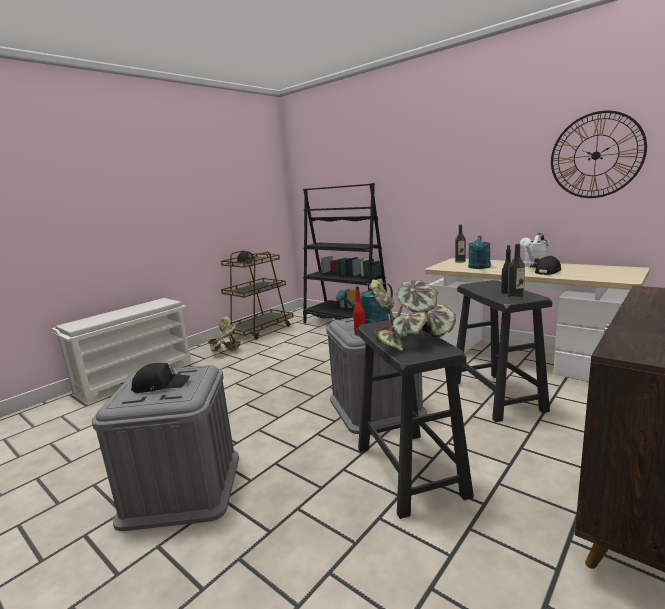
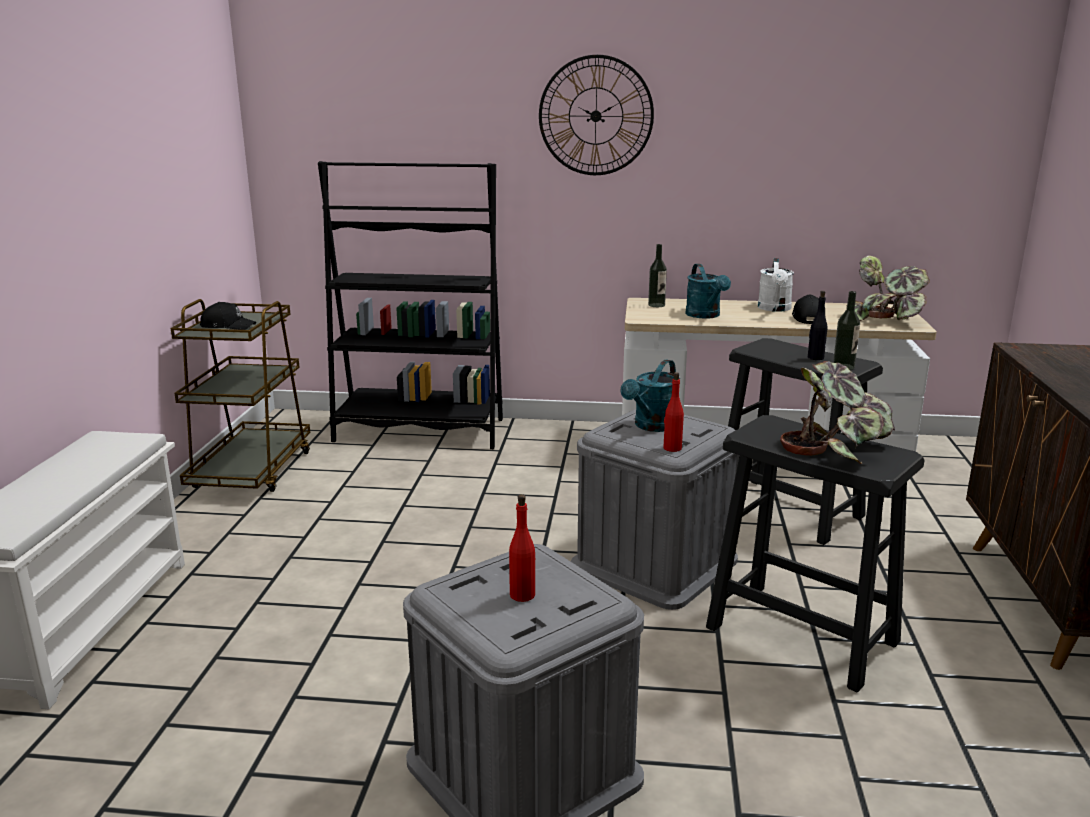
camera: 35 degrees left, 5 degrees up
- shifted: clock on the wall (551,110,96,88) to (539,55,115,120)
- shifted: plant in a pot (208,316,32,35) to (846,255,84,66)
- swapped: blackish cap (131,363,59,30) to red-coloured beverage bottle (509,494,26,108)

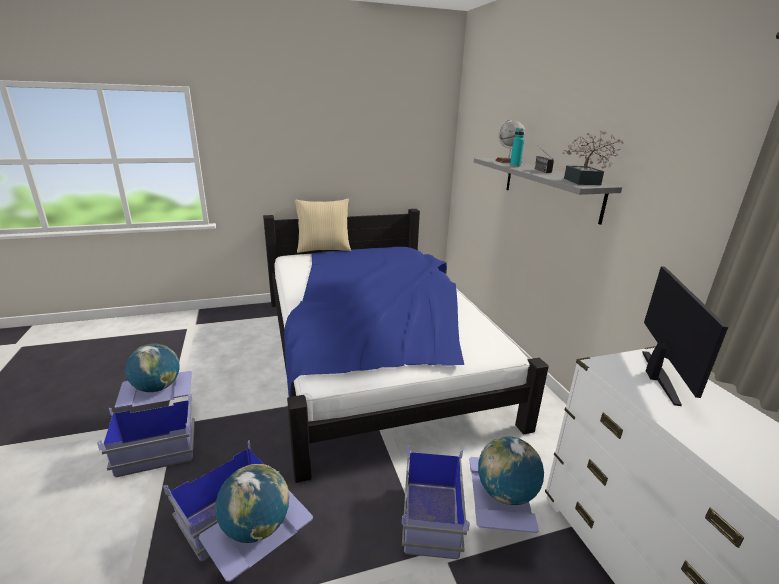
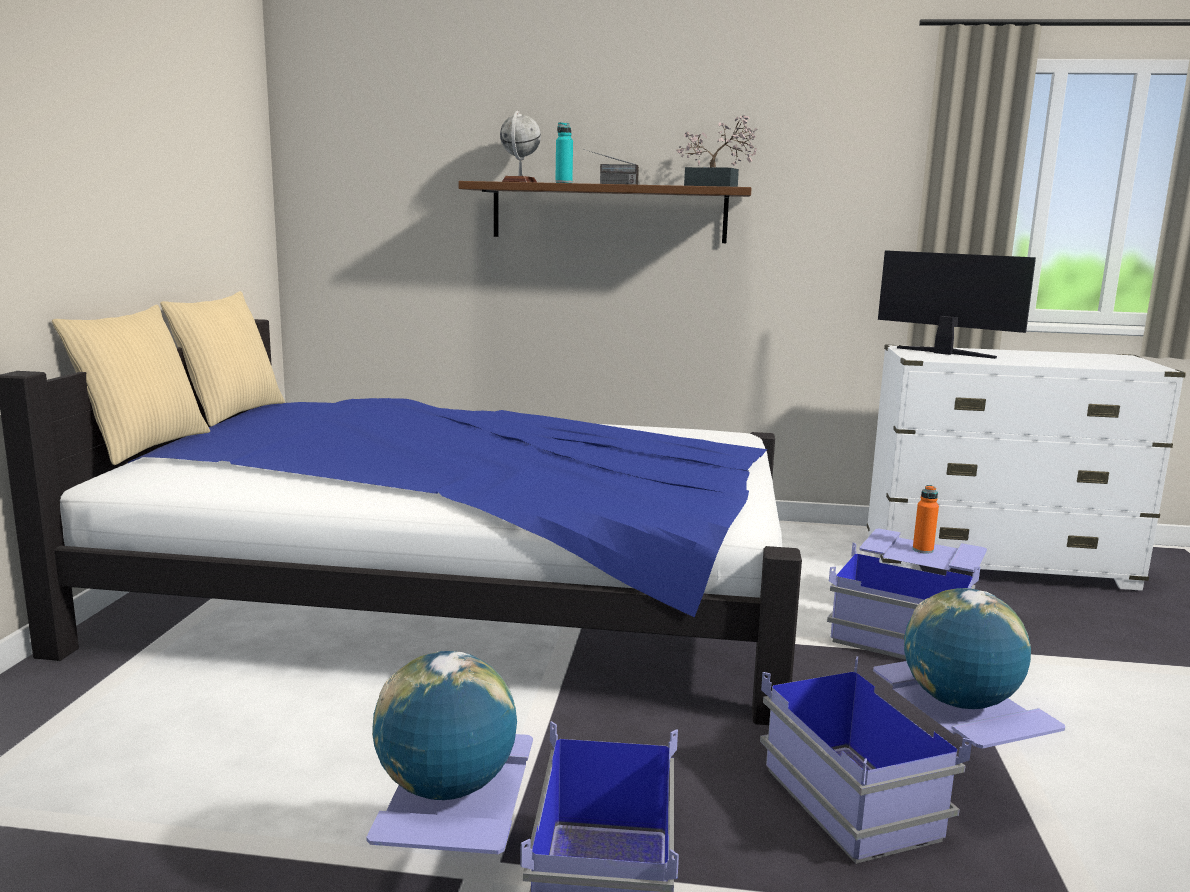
camera: 65 degrees left, 10 degrees down
- repainted: grey shelf (474,158,148,67) to brown-coloured shelf (458,181,294,62)
- swapped: globe (478,436,66,69) to orangey beverage bottle (913,485,26,69)
- new: sand-coloured pillow (160,291,125,136)

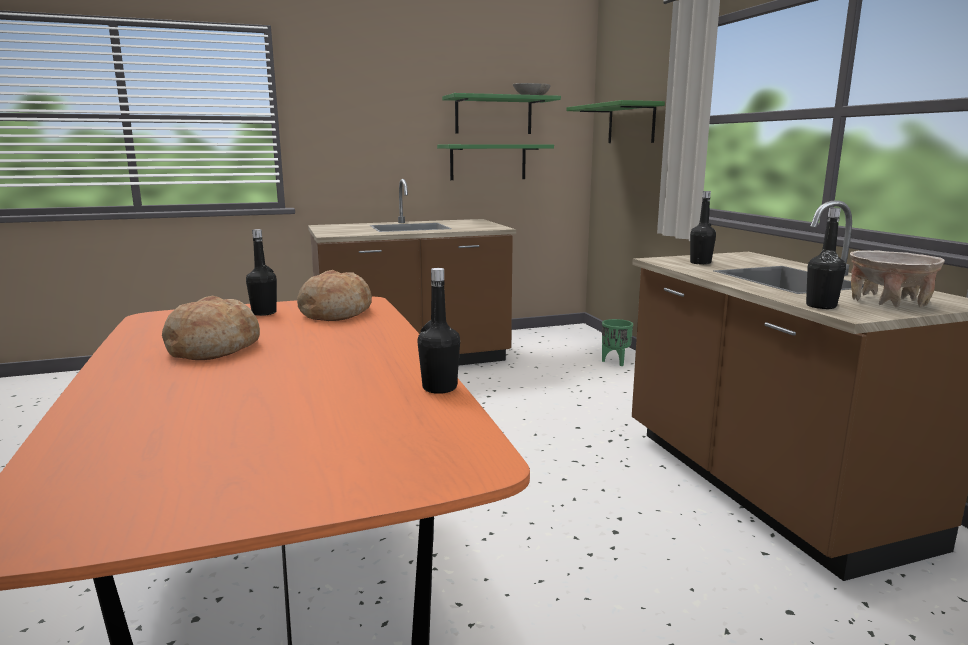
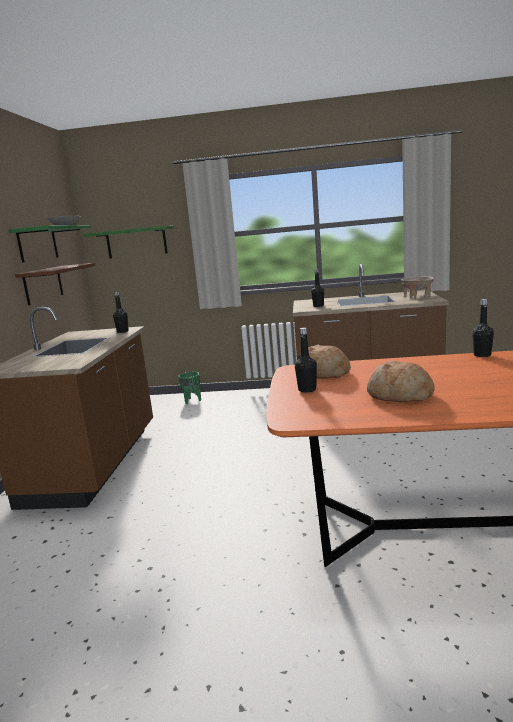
camera: 65 degrees left, 0 degrees up
- repainted: green shelf (437,144,117,36) to brown-coloured shelf (15,263,80,42)
- shifted: blackish beverage bottle (806,208,40,101) to (113,291,16,42)

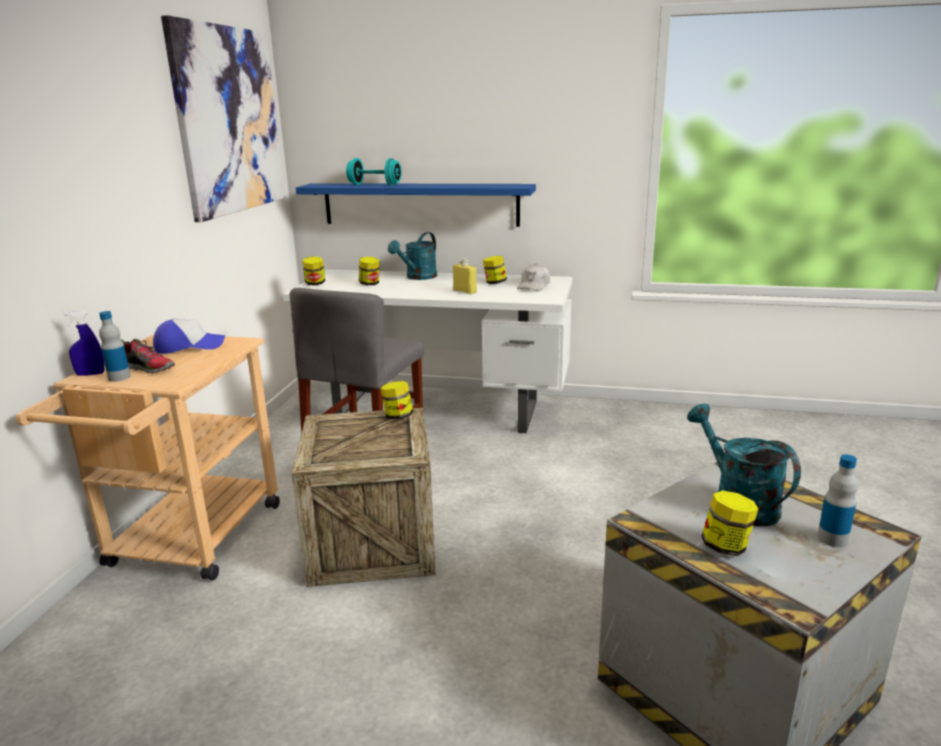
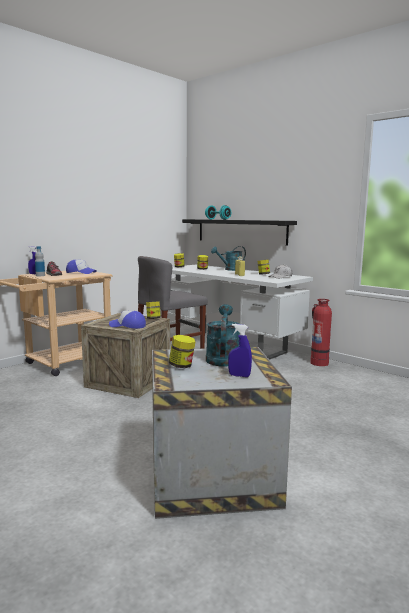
camera: 30 degrees right, 10 degrees down
- gone: wall art (161,15,124,207)
- repainted: blue-coloured shelf (296,183,240,44) to blackish shelf (182,219,115,27)
- swapped: beverage bottle (817,454,41,93) to blue-coloured hand sprayer (228,324,24,53)
- new: fire-fighting cylinder (310,299,22,67)
- new: cap (109,311,37,18)

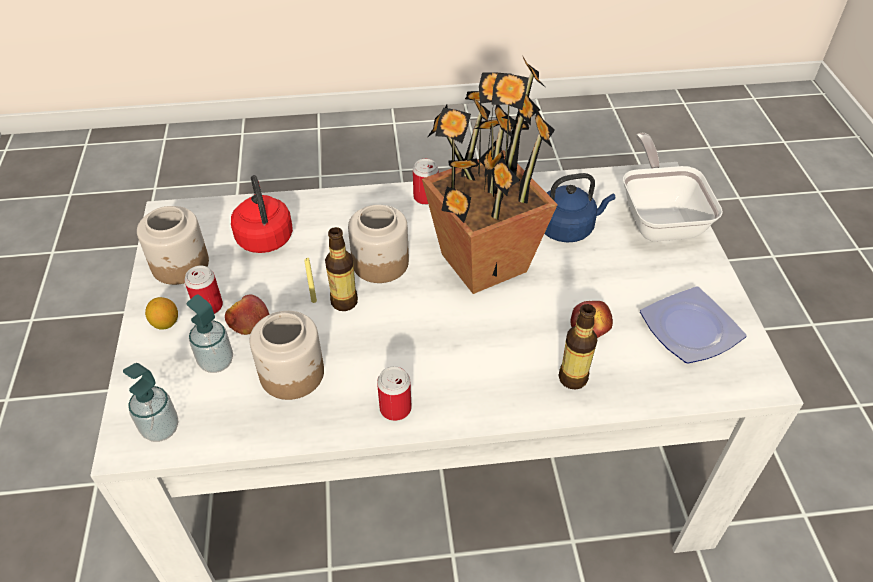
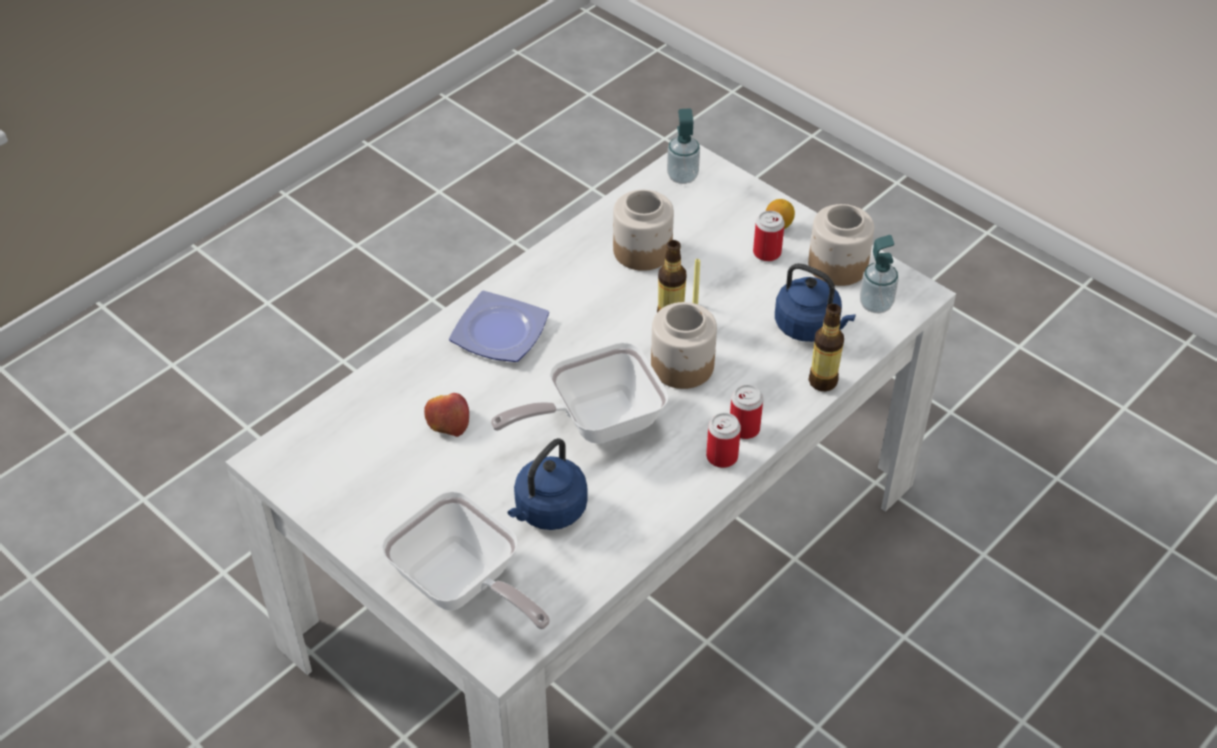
camera: 140 degrees right, 0 degrees up
- swapped: plant in a pot (422,57,136,237) to pan (491,342,178,102)
- repainted: red-coloured kettle (231,175,62,78) to blue-coloured kettle (775,263,81,79)
- shifted: plate (640,286,106,77) to (449,290,100,72)
- shifted: soap bottle (187,294,46,79) to (860,235,38,78)
- gone: apple (225,294,44,41)
- shifted: beverage bottle (558,304,39,86) to (809,304,35,87)
- shifted: can (377,366,35,55) to (730,384,33,55)

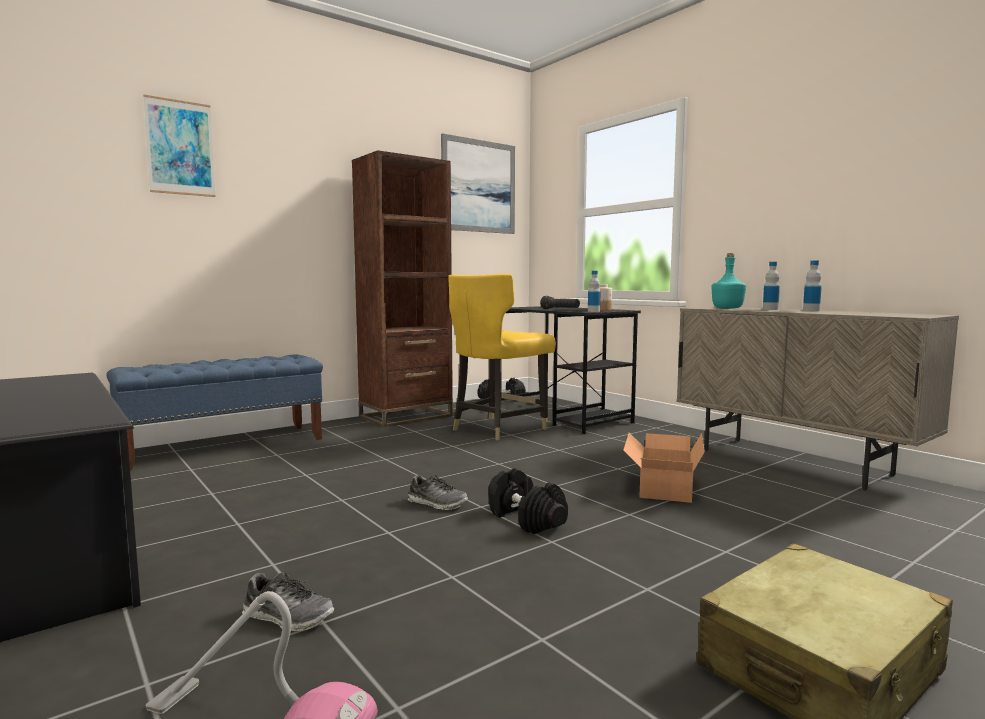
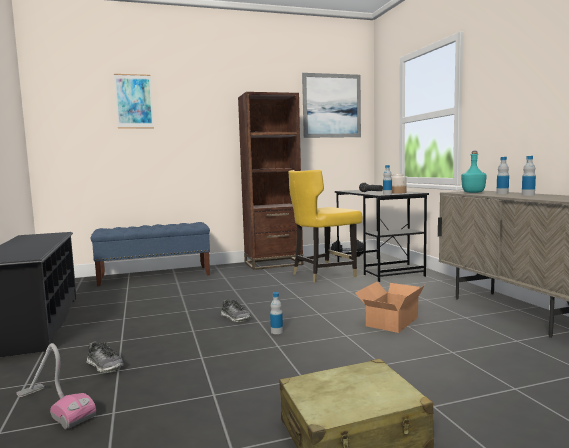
camera: 20 degrees right, 0 degrees up
- swapped: blackish free weight (488,468,80,66) to beverage bottle (270,292,13,42)

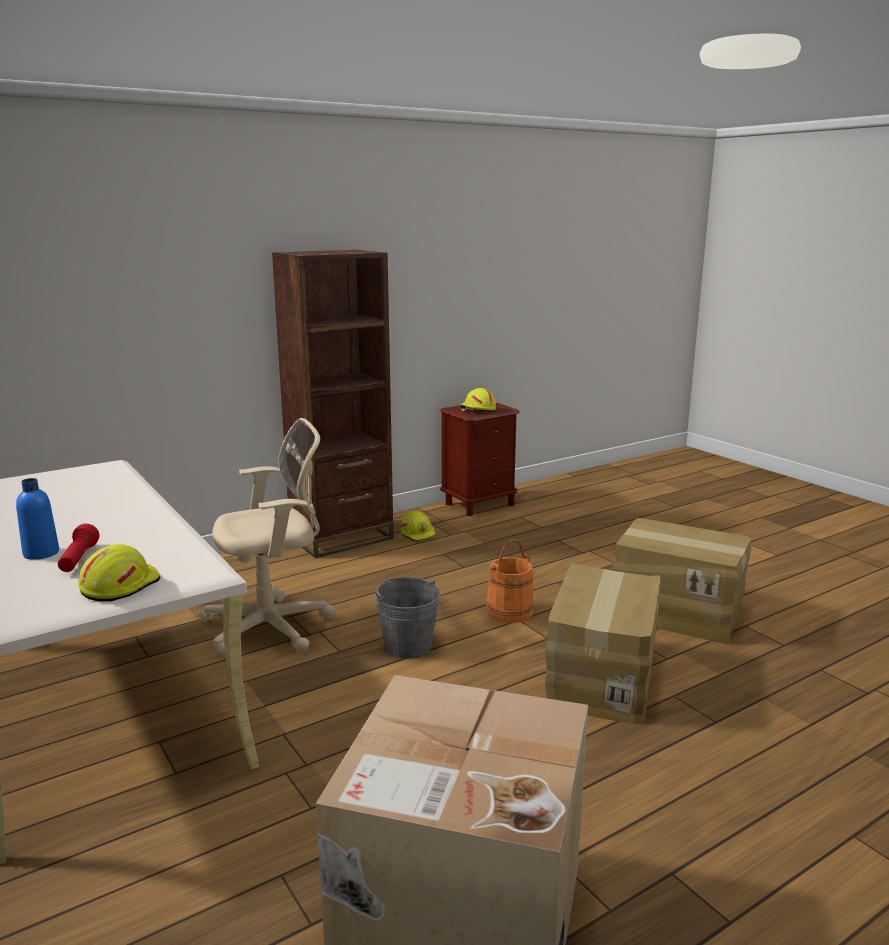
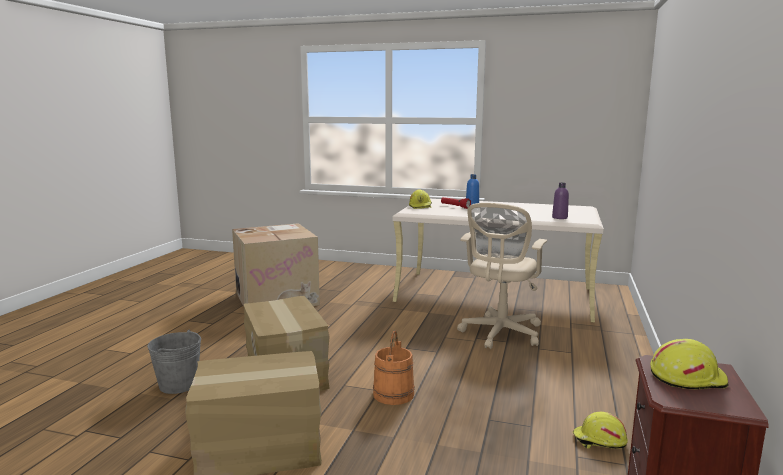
camera: 140 degrees right, 5 degrees down
- gone: brown-coloured bookshelf (272,250,122,308)
- shifted: grey water bucket (375,577,65,82) to (147,329,54,65)
- new: purple-coloured beverage bottle (552,183,17,36)

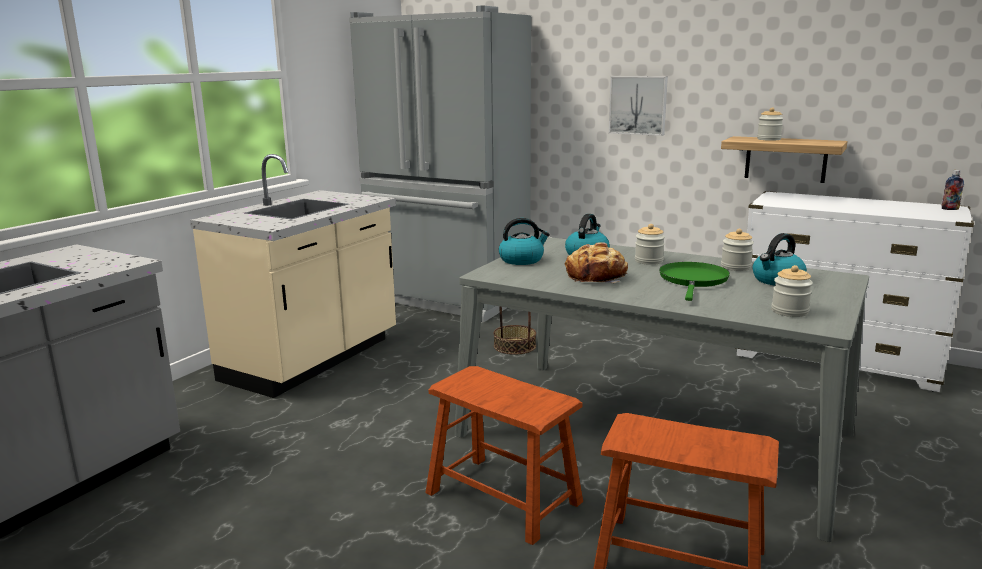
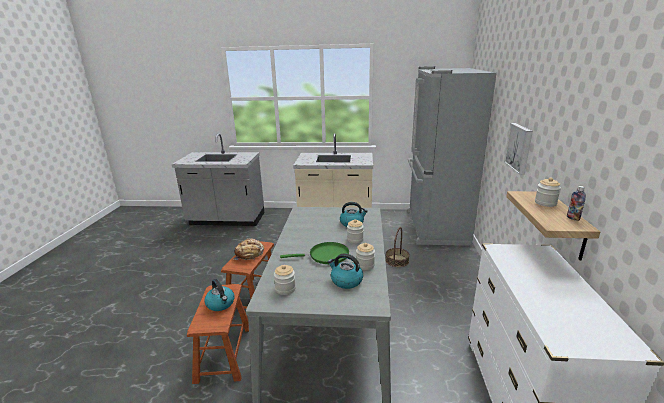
camera: 65 degrees right, 5 degrees up
- shifted: beverage bottle (942,170,22,40) to (567,186,19,35)
- shifted: kettle (499,218,51,47) to (204,279,30,32)
- shifted: bread (565,242,63,41) to (233,238,31,22)

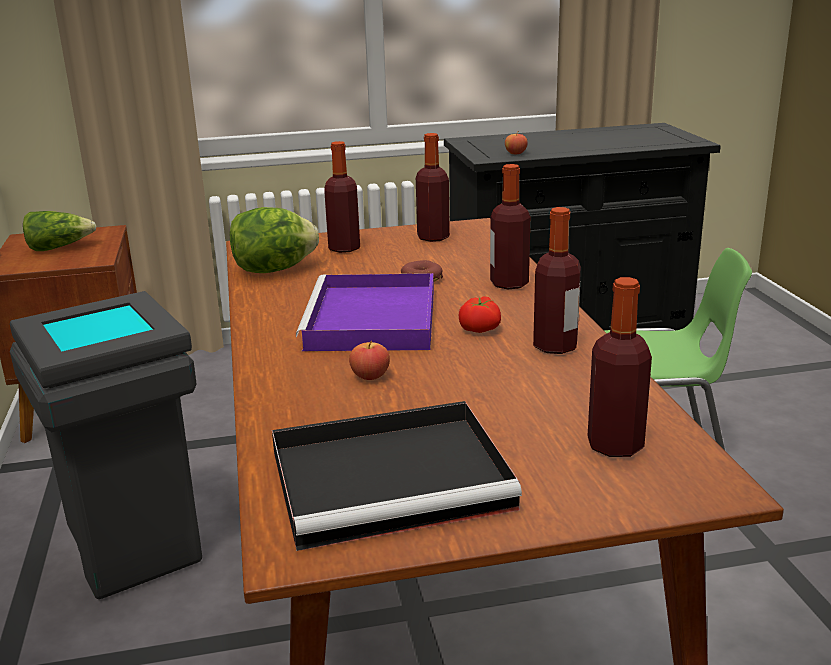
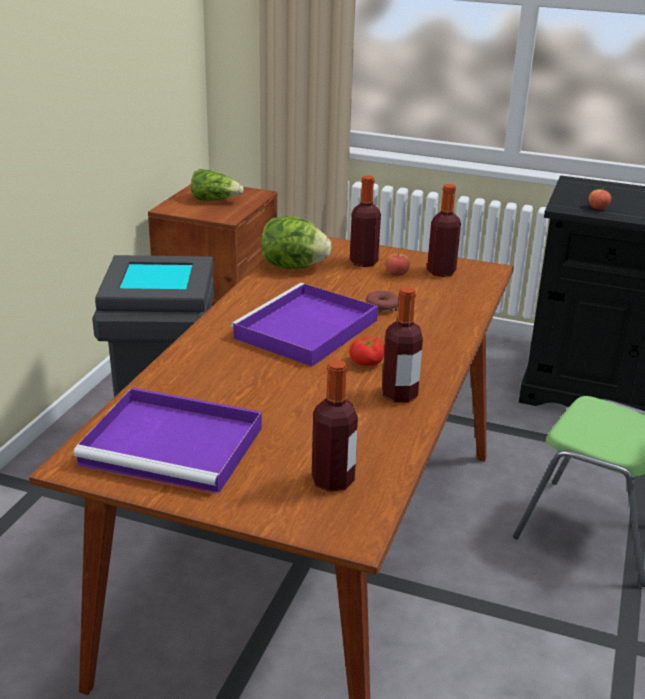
camera: 30 degrees right, 5 degrees up
- gone: beverage bottle (490,164,40,126)
- shifted: apple (349,341,41,39) to (386,252,24,24)
- repainted: blackish tray (272,401,250,150) to purple-coloured tray (73,388,189,108)

